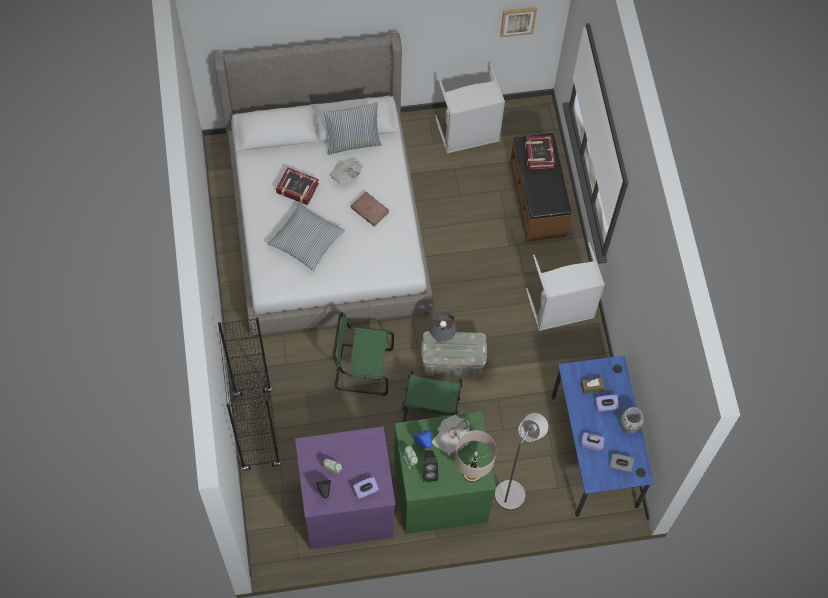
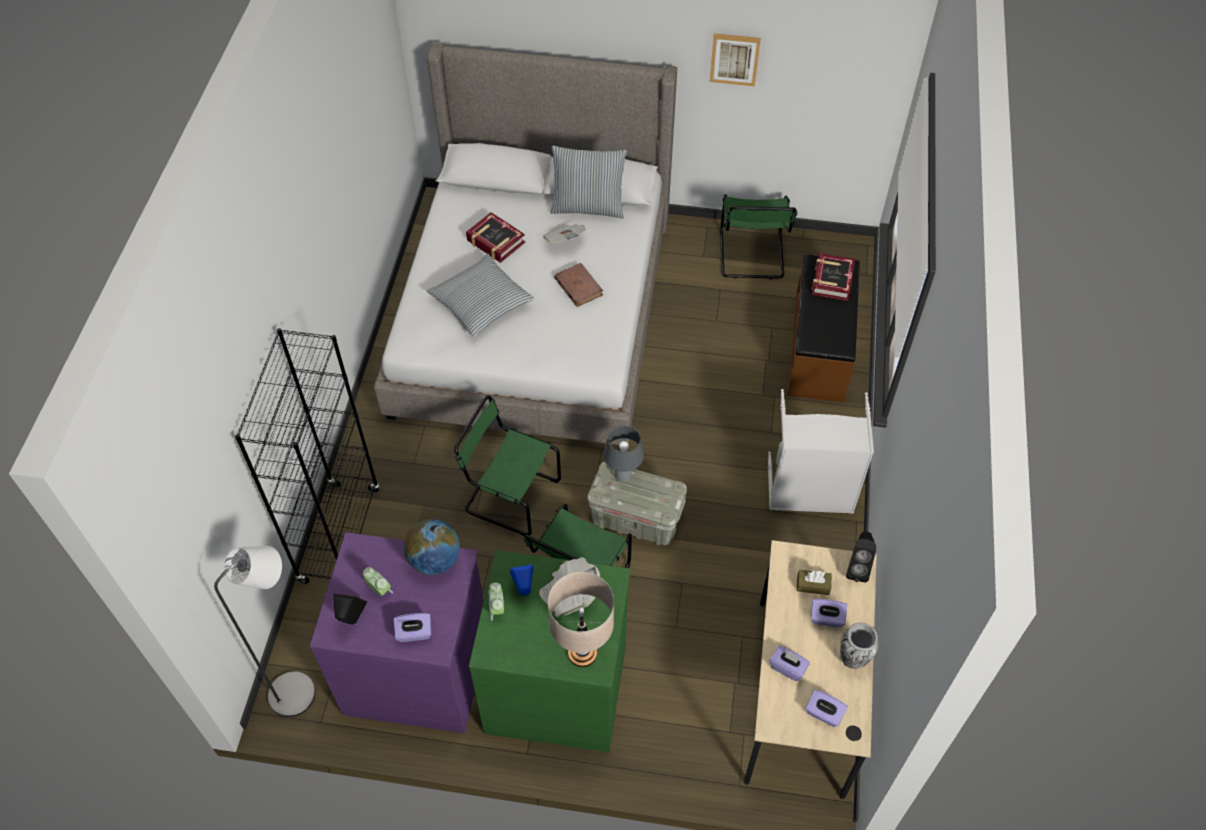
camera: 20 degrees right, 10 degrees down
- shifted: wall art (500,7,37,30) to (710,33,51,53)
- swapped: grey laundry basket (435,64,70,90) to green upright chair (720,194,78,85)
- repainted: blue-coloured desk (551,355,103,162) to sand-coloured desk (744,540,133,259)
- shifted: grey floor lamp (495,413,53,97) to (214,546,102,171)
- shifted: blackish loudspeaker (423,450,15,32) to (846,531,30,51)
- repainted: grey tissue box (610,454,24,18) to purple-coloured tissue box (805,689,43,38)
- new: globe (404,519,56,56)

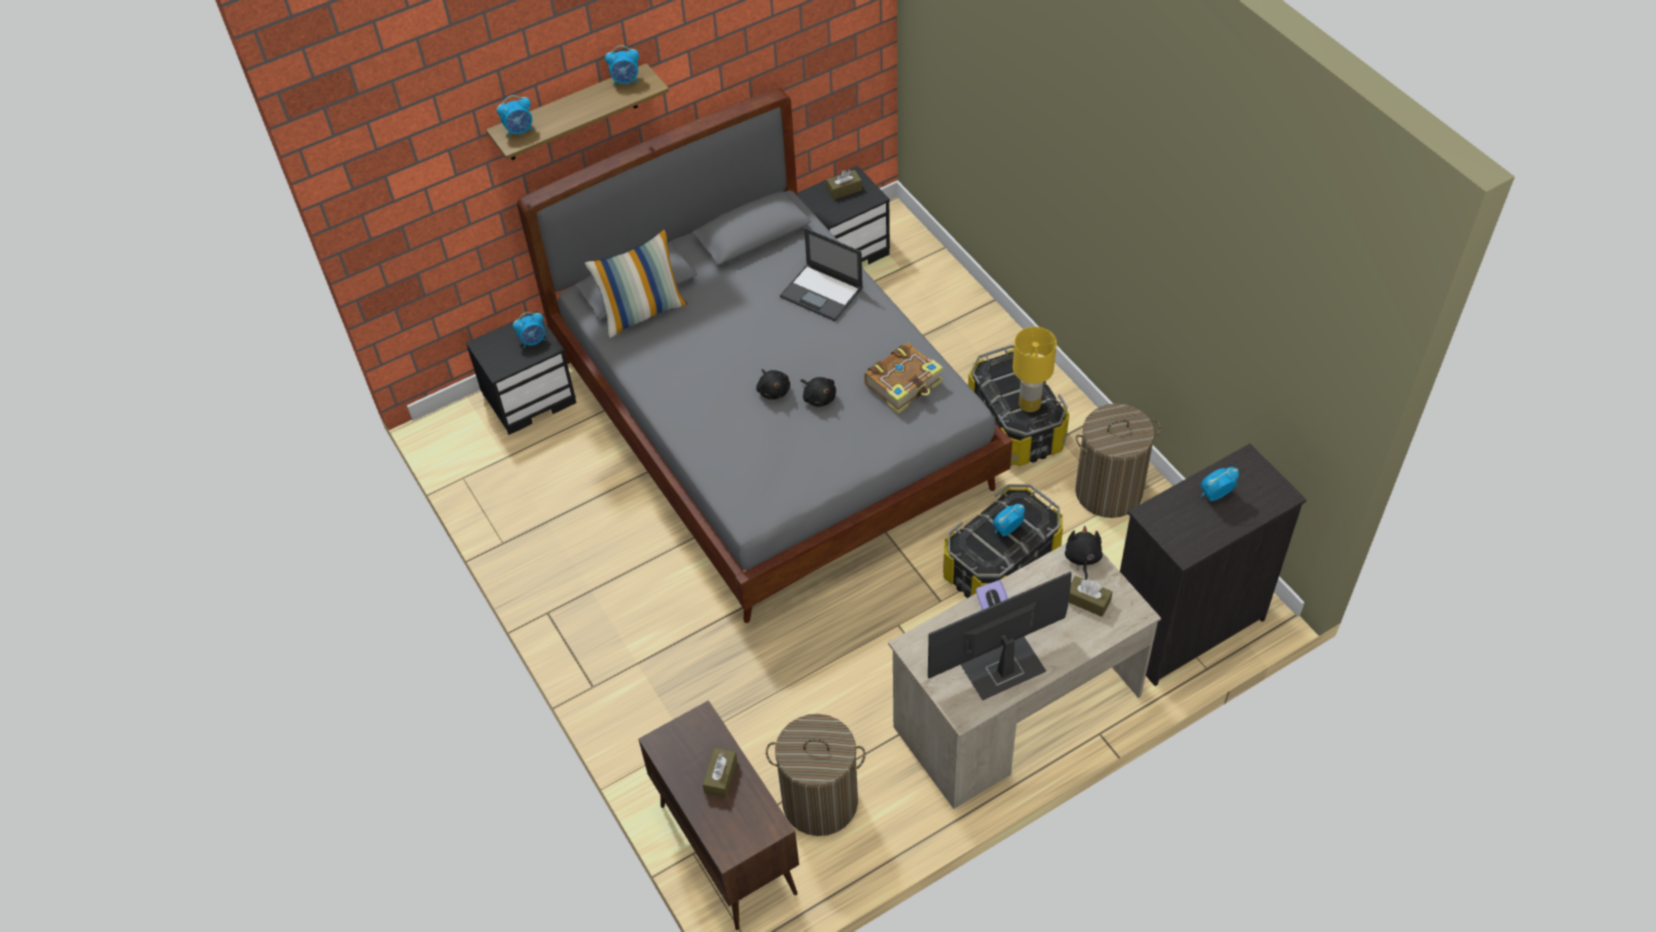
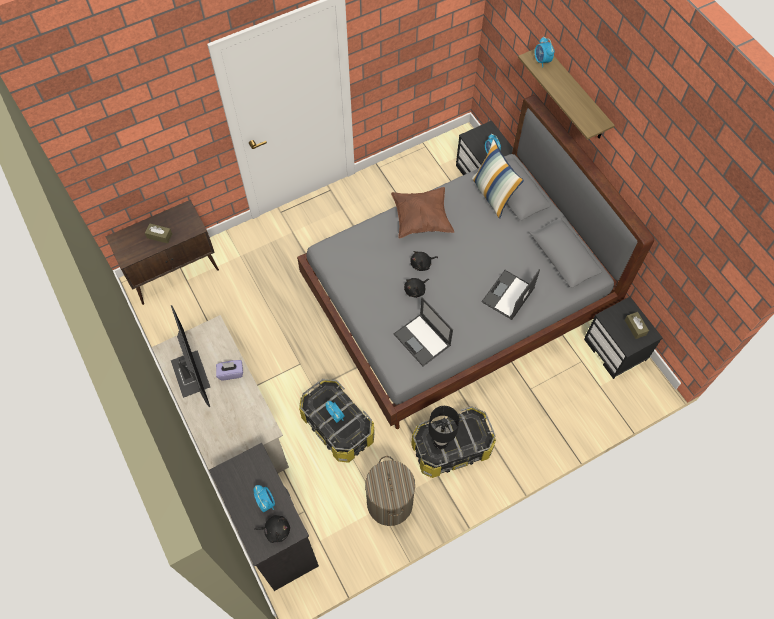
camera: 90 degrees right, 10 degrees up
- gone: table clock (605,45,34,41)
- repainted: yellowish table lamp (1013,327,44,85) to blackish table lamp (429,406,31,43)
- swapped: bound book (864,343,79,71) to laptop (394,297,59,69)
- shifted: blackish plush toy (1065,526,38,54) to (254,515,36,28)
- gone: brown-coloured tissue box (1068,576,44,41)
- gone: laundry basket (766,714,100,122)
- new: brown-coloured pillow (391,187,63,51)

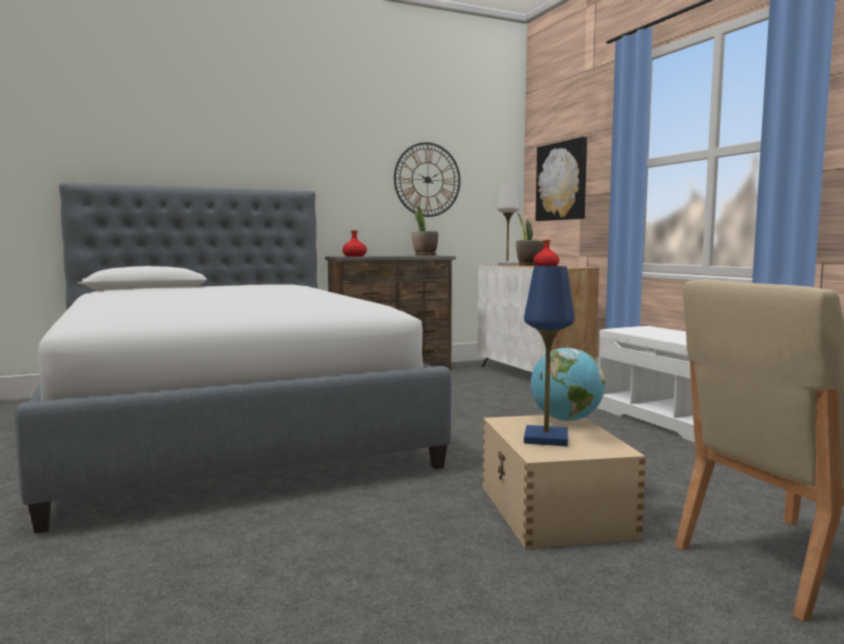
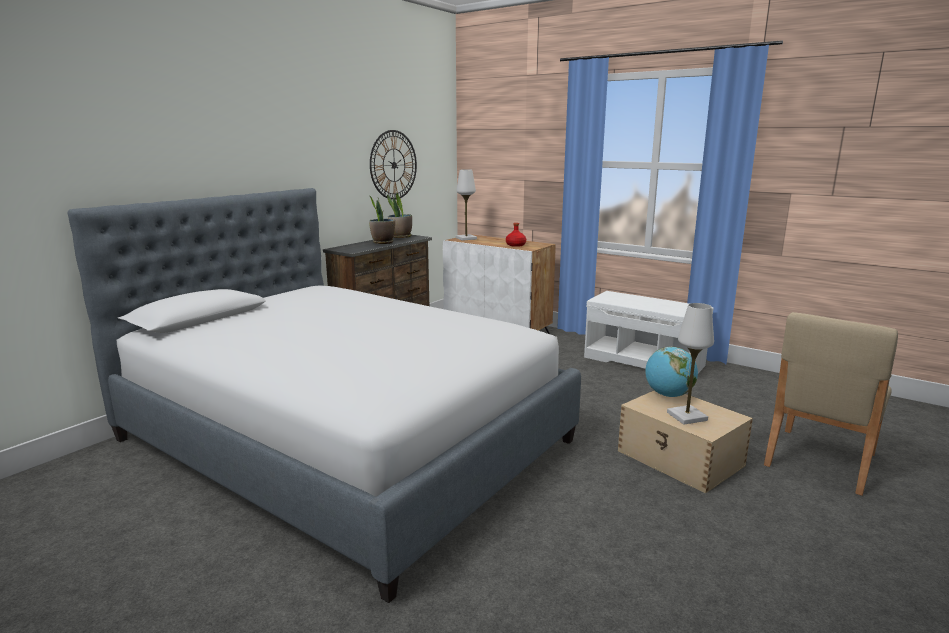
camera: 30 degrees left, 10 degrees up
- gone: wall art (535,137,52,84)
- shifted: plant in a pot (516,214,28,52) to (369,195,26,49)
- gone: red-coloured beverage bottle (342,230,25,27)
- repainted: blue-coloured table lamp (524,266,51,180) to white-coloured table lamp (667,303,47,122)

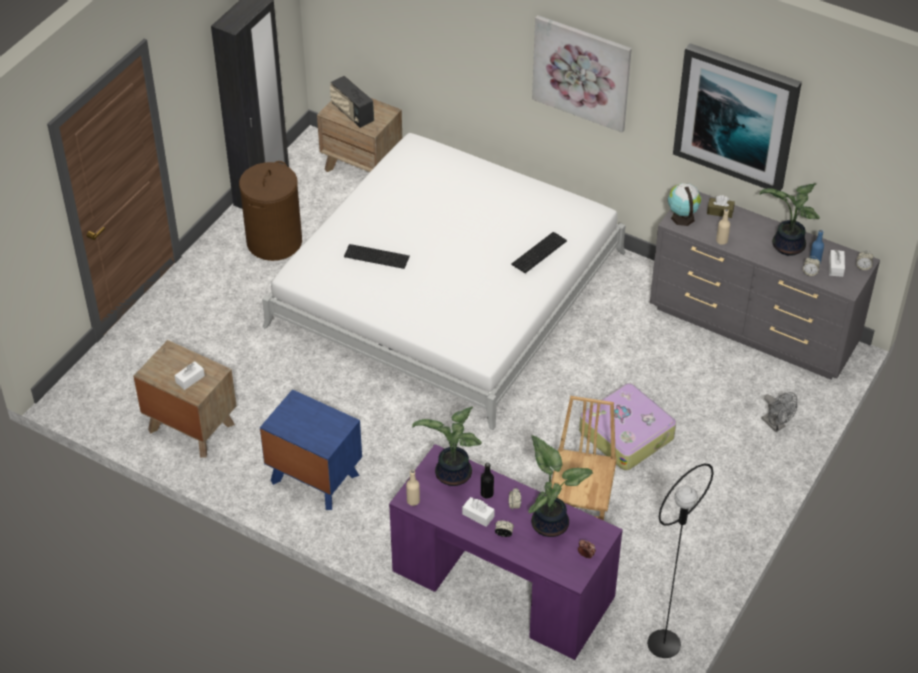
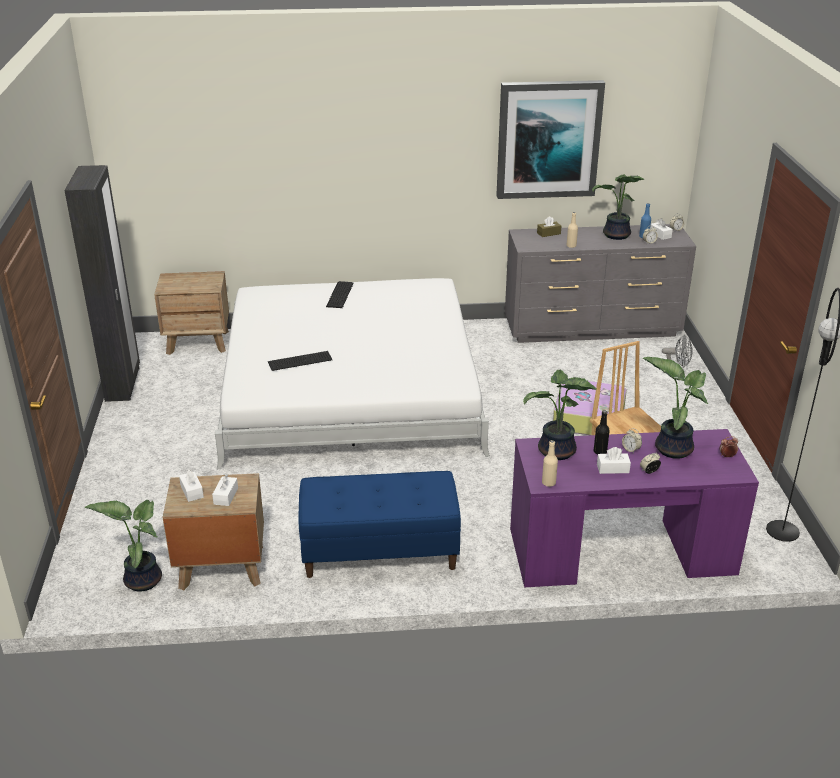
camera: 35 degrees left, 15 degrees down
- gone: wall art (532,15,100,118)
- gone: radio (330,76,44,52)
- gone: brown-coloured laundry basket (239,161,63,100)
- gone: globe (668,183,33,43)
- shifted: PC keyboard (511,232,56,41) to (326,281,28,27)
- swapped: blue-coloured nightstand (260,389,102,121) to blue-coloured long seat (298,471,163,107)
- new: white-coloured tissue box (179,470,25,32)
- new: plant in a pot (85,500,77,92)

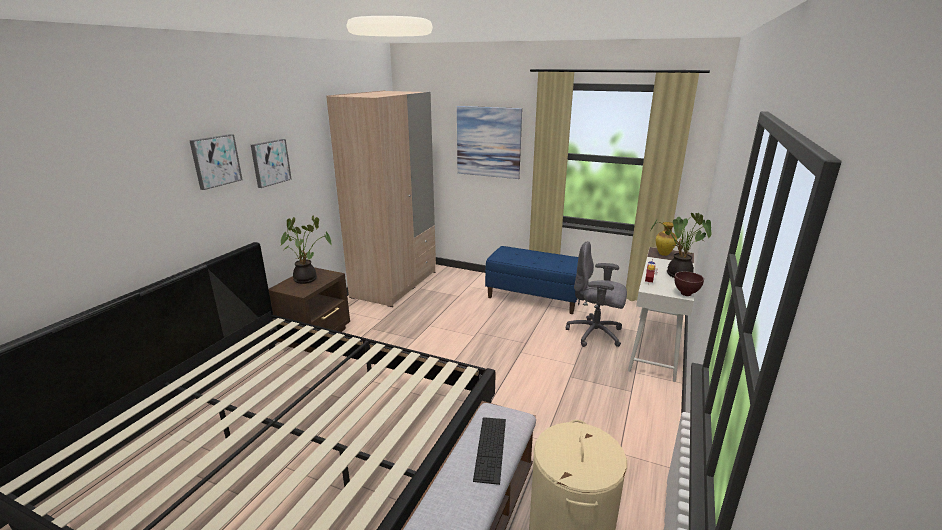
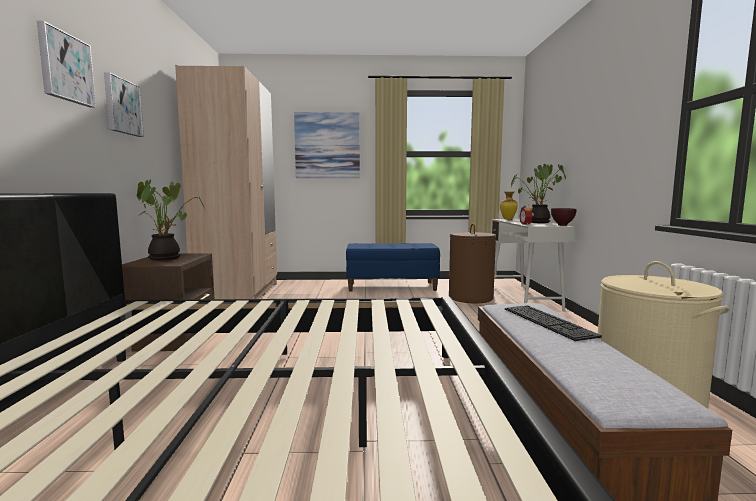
camera: 25 degrees left, 15 degrees down
- swapped: grey computer chair (566,241,61,106) to brown-coloured laundry basket (449,224,47,80)

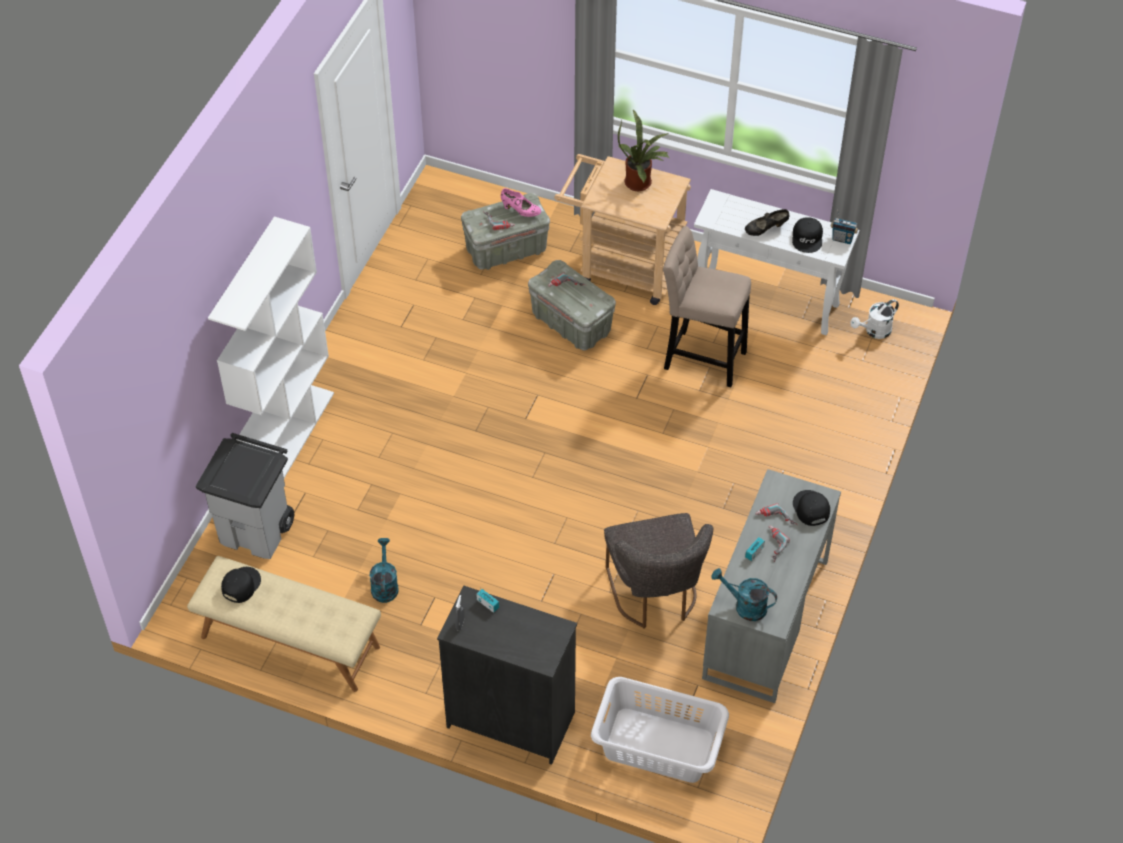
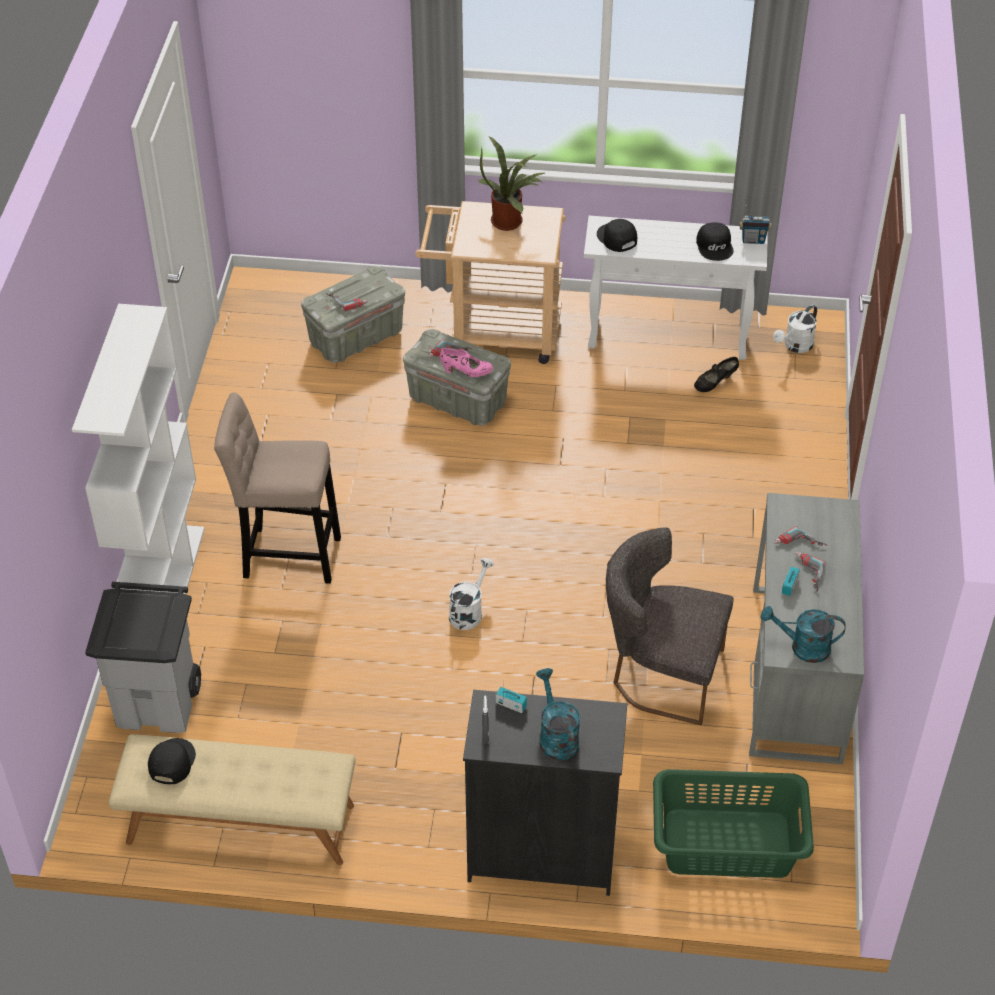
camera: 15 degrees left, 5 degrees down
- shifted: pink shoe (501,188,40,29) to (440,348,53,29)
- shifted: blackish shoe (745,209,44,27) to (694,357,45,35)
- shifted: sand-coloured stool seat (663,226,88,161) to (214,392,127,192)
- shifted: blackish cap (793,490,37,36) to (597,219,40,33)
- rotated: grey upright chair (604,513,109,116) = (606,527,128,198) 135 degrees clockwise
- shifted: turquoise watering pot (370,538,28,65) to (536,668,44,92)
- repainted: white-coloured laundry basket (591,677,138,106) to green laundry basket (653,769,161,109)
- new: white-coloured watering pot (449,558,45,72)

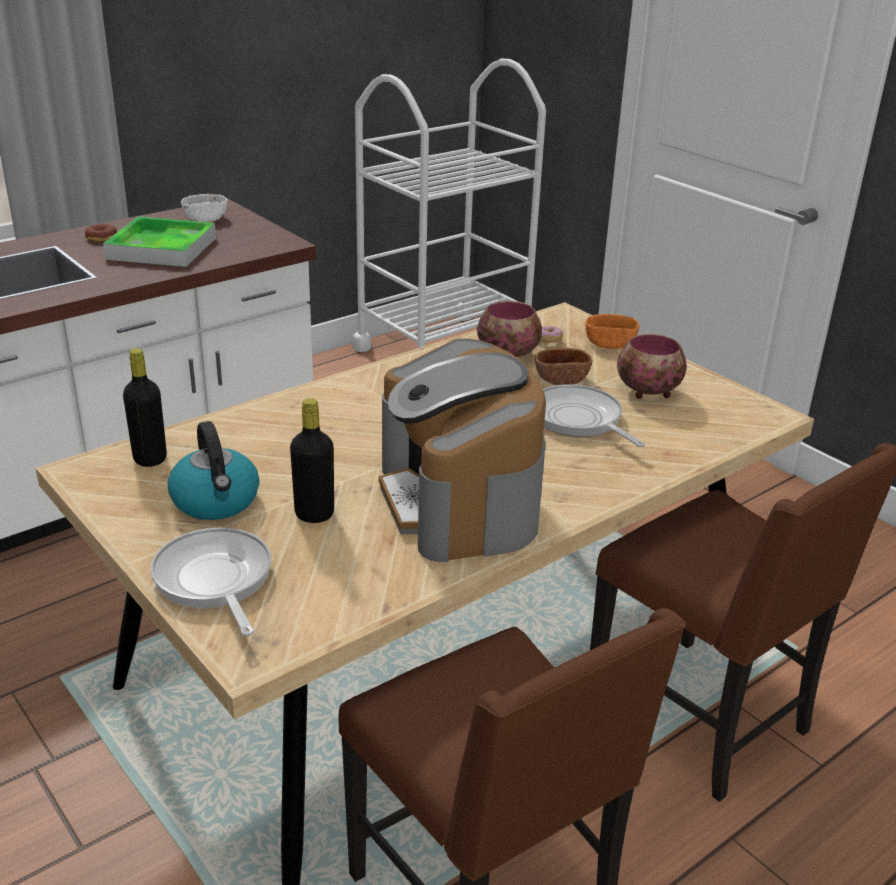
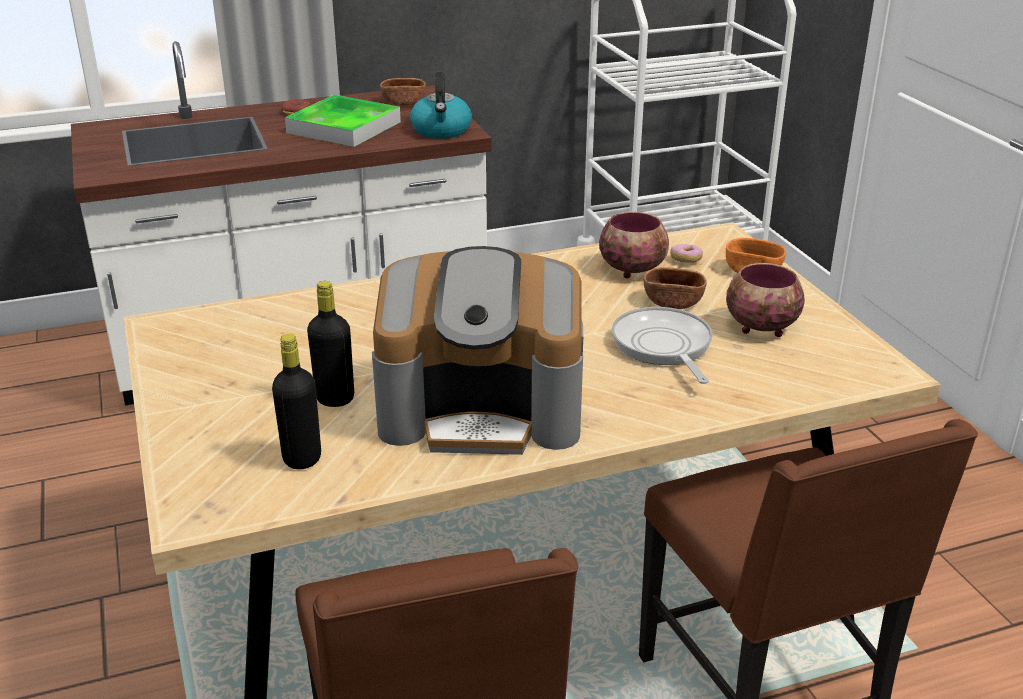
camera: 20 degrees right, 0 degrees up
- repainted: white-coloured deep dish (181,194,46,28) to brown-coloured deep dish (380,78,46,28)
- rotated: coffee machine (379,338,167,224) = (372,246,211,209) 90 degrees counterclockwise
- shifted: blackish beverage bottle (123,348,44,119) to (272,334,49,135)
- shifted: kettle (168,421,91,99) to (410,72,62,67)
- gone: pan (151,528,121,108)

